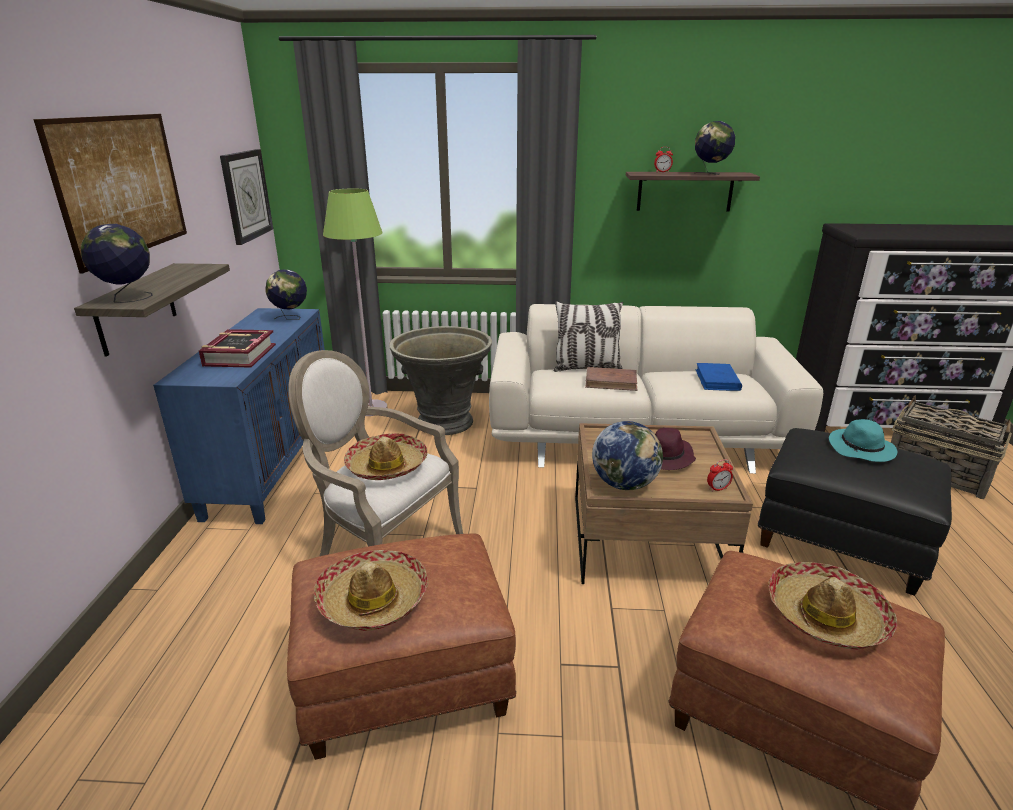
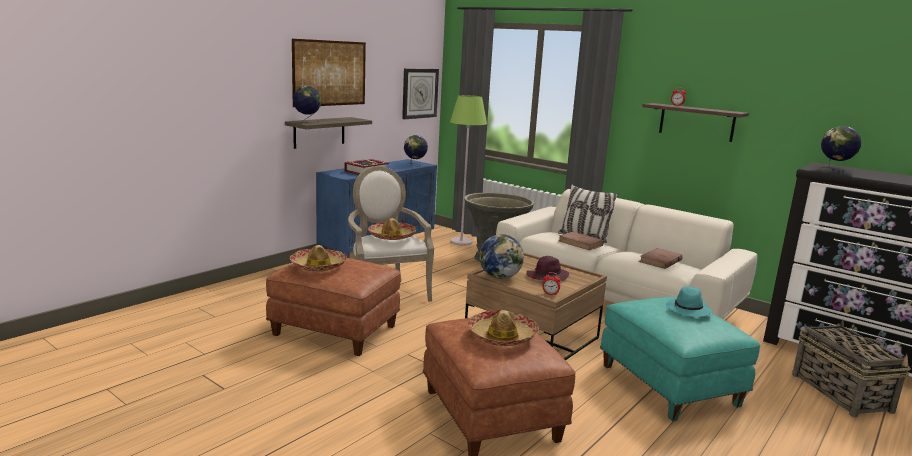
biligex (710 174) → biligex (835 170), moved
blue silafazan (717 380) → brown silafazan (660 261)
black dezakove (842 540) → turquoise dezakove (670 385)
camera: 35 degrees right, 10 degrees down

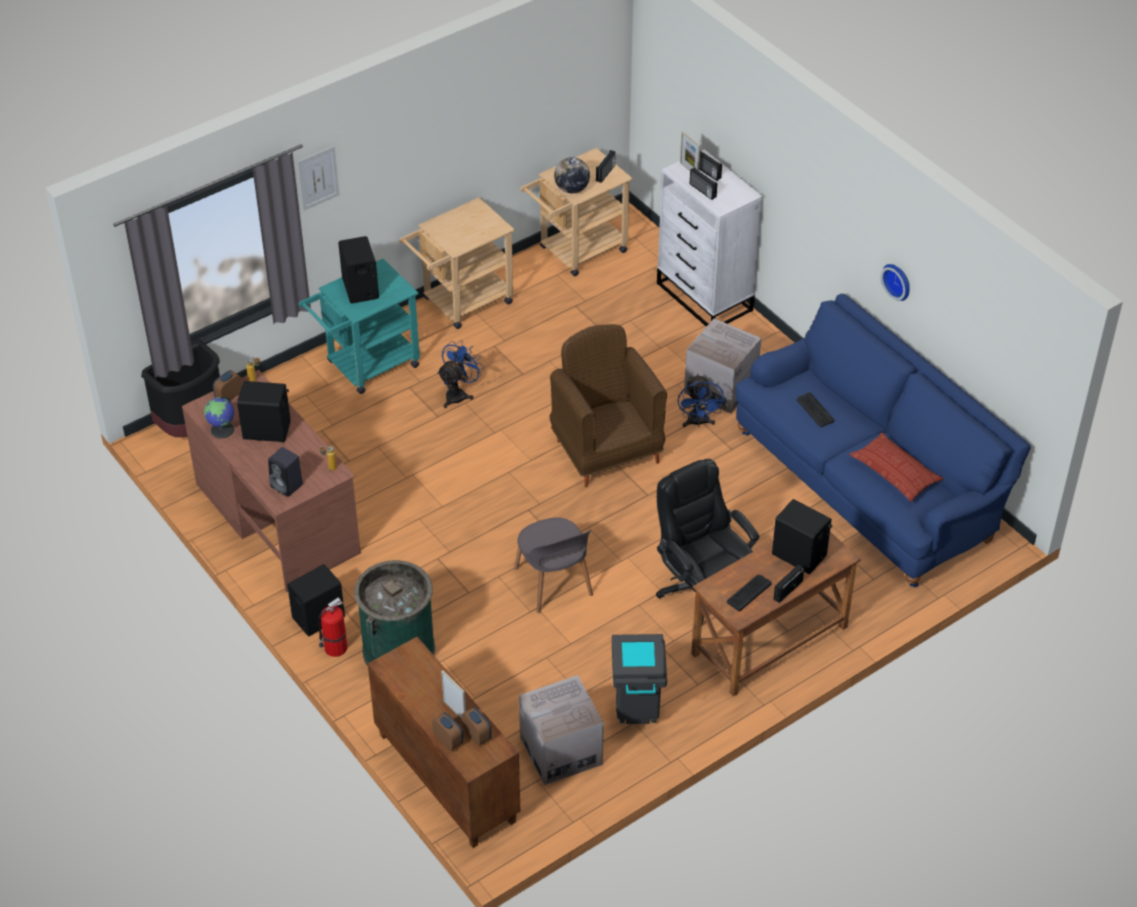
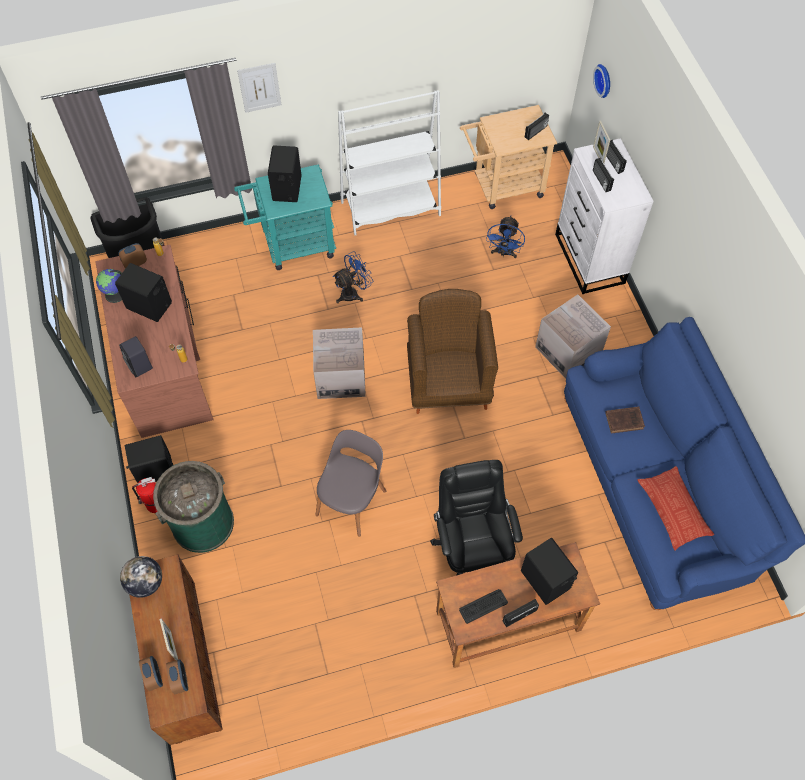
biligex (572 189) → biligex (145 583), moved
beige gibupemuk (461 303) → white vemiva (391 209)
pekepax (898 280) → pekepax (604 80), moved
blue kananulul (698 423) → blue kananulul (504 253), moved
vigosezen (814 410) → brown silafazan (625 420)
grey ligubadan (553 583) → grey ligubadan (352 500), 150 degrees counterclockwise
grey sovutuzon (637 717) → -
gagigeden (561 751) → gagigeden (341 376), moved
camera: 20 degrees right, 15 degrees up

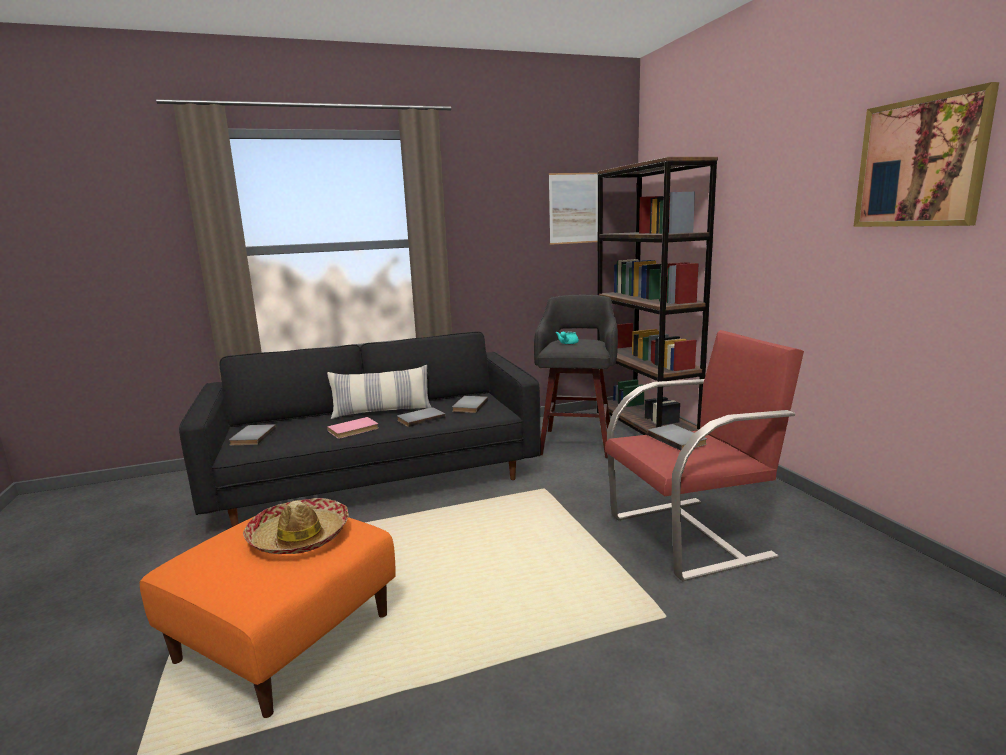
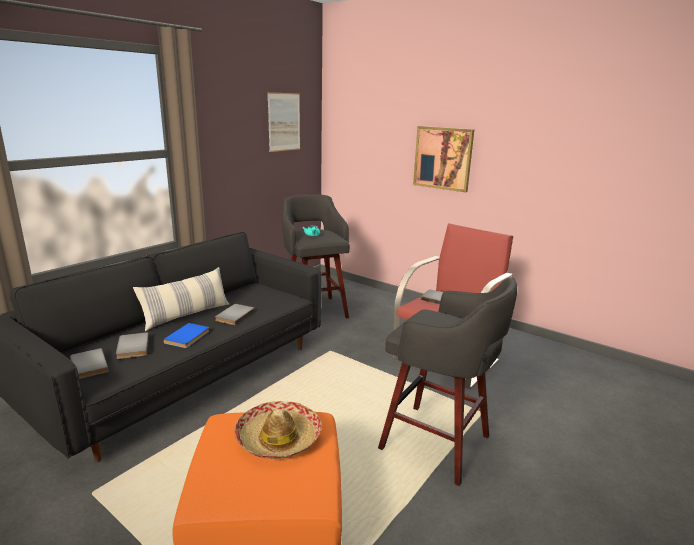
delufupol (920 163) → delufupol (443 158), moved
brown vemiva (645 427) → -
grey silafazan (469 406) → grey silafazan (131 347), moved
pink silafazan (354 430) → blue silafazan (188 337)
- → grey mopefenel (438 444)
camera: 35 degrees left, 5 degrees up

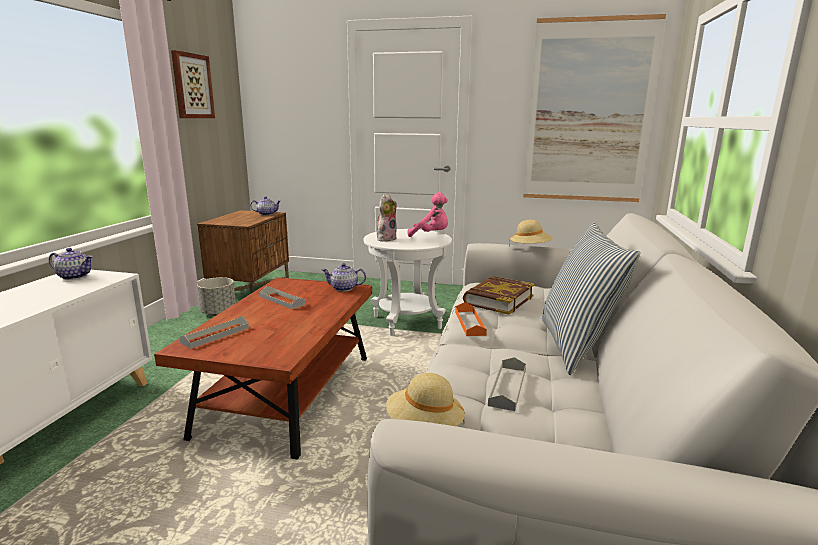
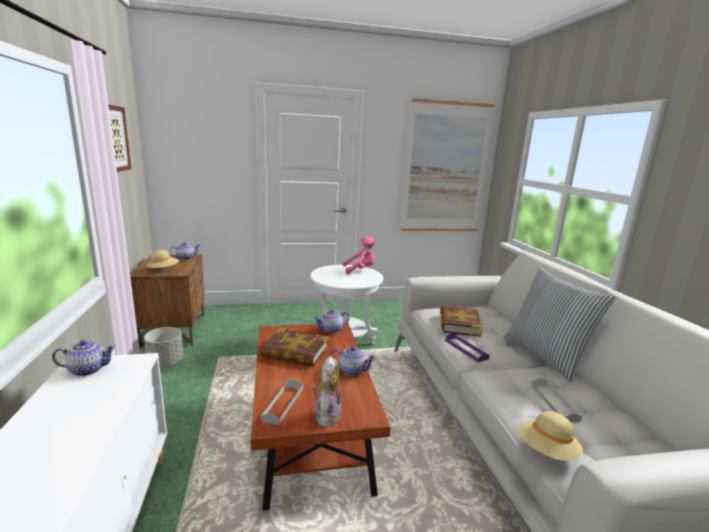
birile (386 239) → birile (326 415), moved
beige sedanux (530 248) → beige sedanux (163 270), moved
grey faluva (282 300) → silafazan (295 352)
orange faluva (469 323) → purple faluva (466 349)
- → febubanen (351 370)
camera: 25 degrees left, 0 degrees up

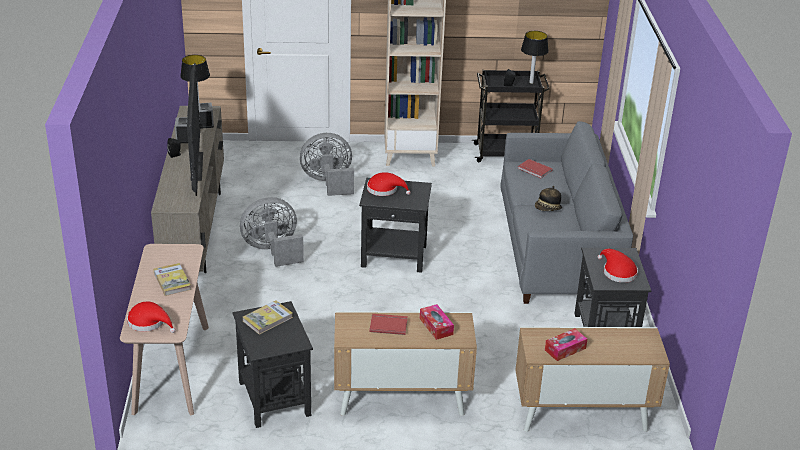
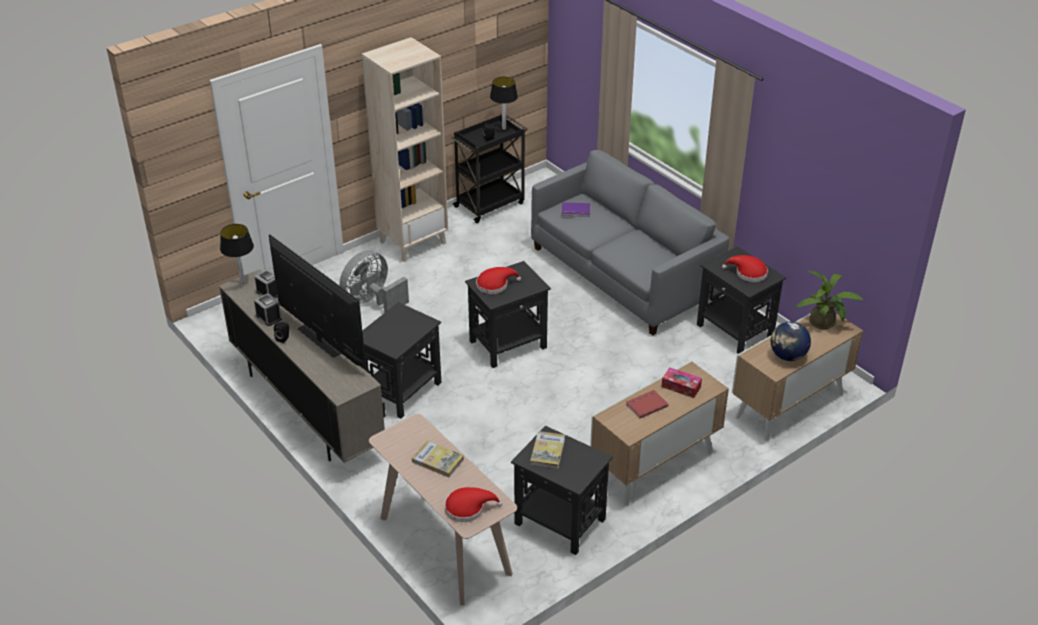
red silafazan (534 170) → purple silafazan (576 211)
sedanux (548 209) → -
grey kananulul (273 251) → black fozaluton (401 391)
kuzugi (565 349) → biligex (788 356)
- → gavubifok (825 324)
camera: 35 degrees left, 5 degrees up

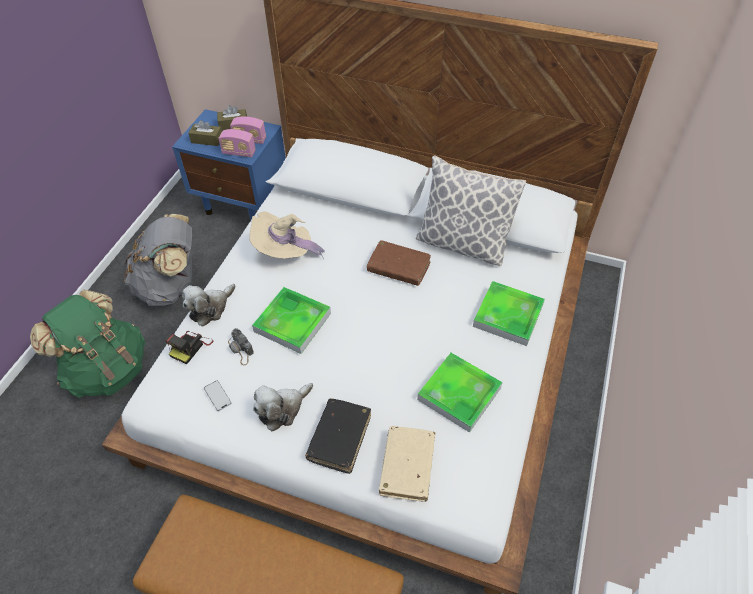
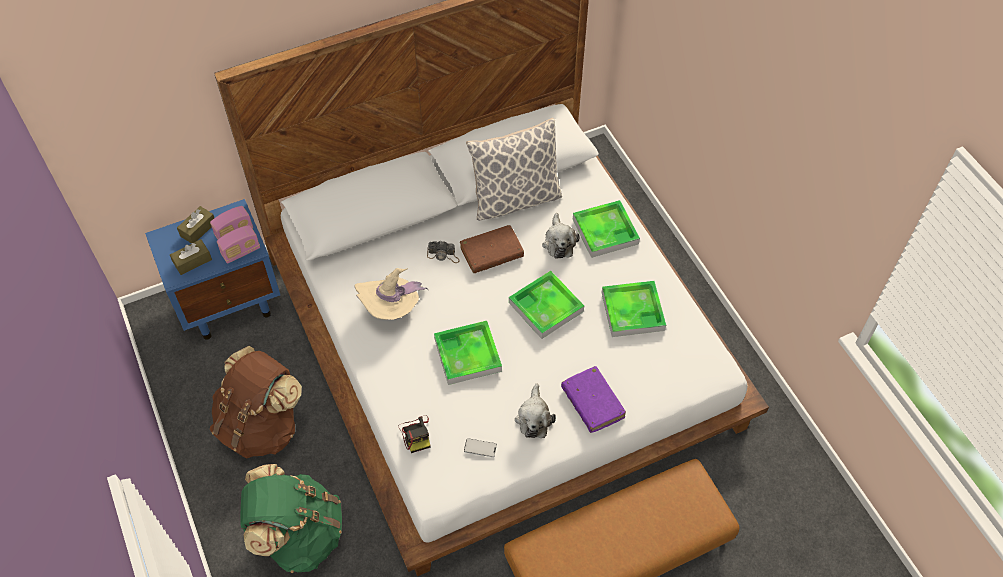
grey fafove (171 286) → brown fafove (261 426)
birile (210 308) → birile (559 242), moved
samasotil (240 350) → samasotil (443 255), moved
black silafazan (339 438) → purple silafazan (592 403)
beige silafazan (407 466) → -
- → faluva (546 307)
camera: 45 degrees left, 5 degrees up

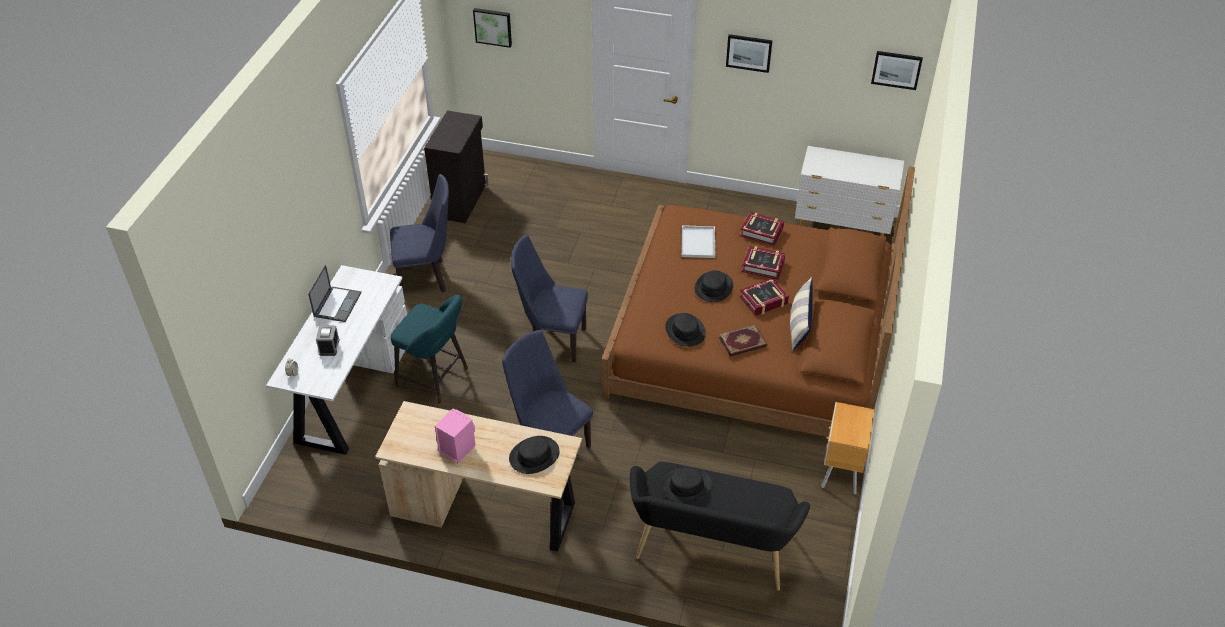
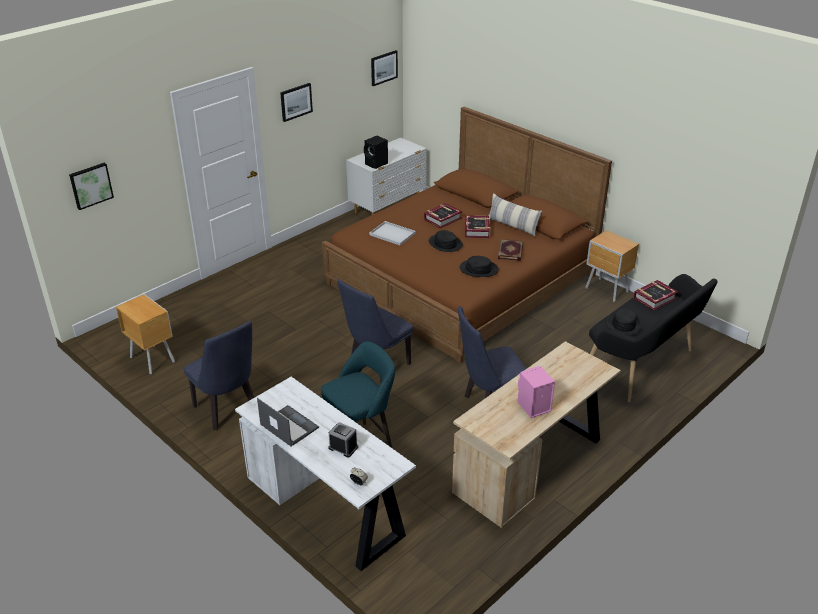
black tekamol (461 201) → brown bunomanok (152 359)
blue ligubadan (427 277) → blue ligubadan (228 411), 120 degrees clockwise
silafazan (761 232) → silafazan (654 298), moved
black sedanux (534 455) → -
- → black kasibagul (376 164)
camera: 60 degrees left, 10 degrees down

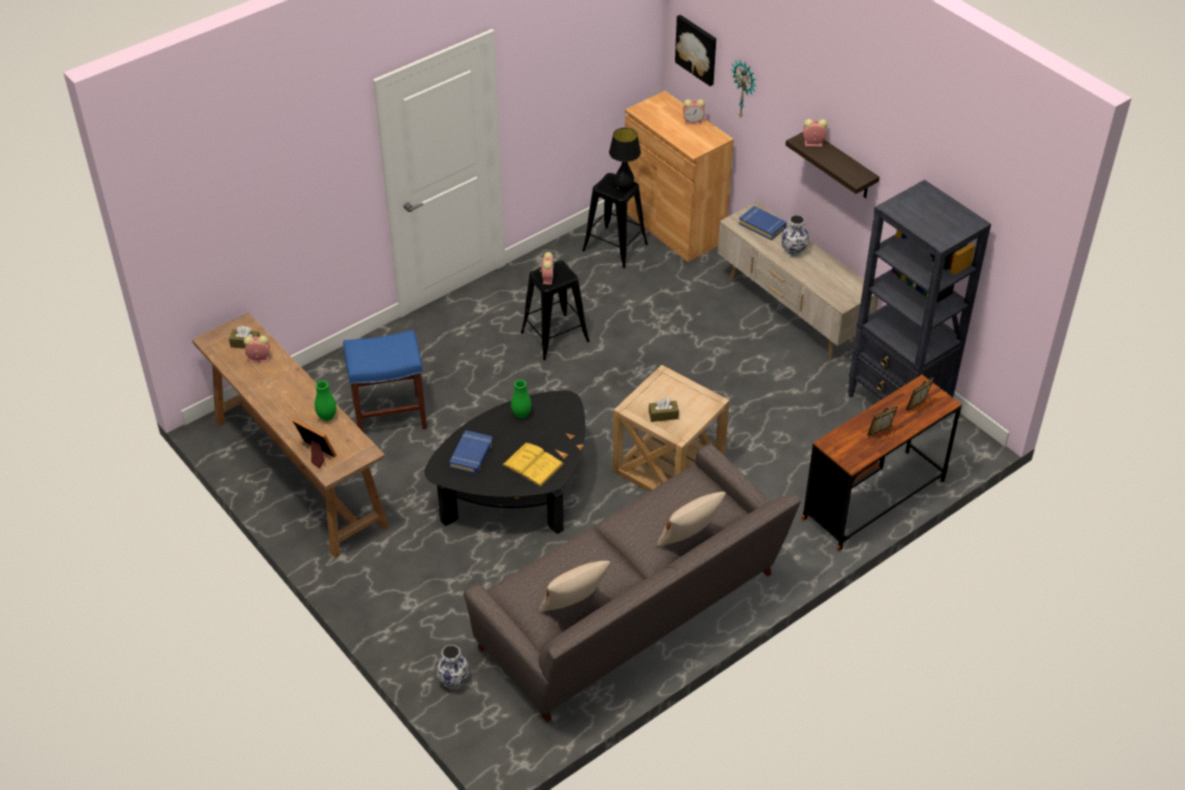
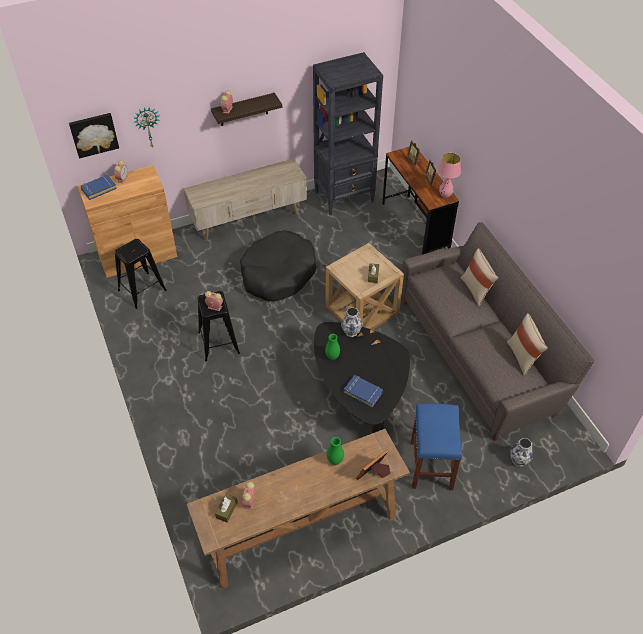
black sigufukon (624 188) → -
blue silafazan (762 225) → blue silafazan (99 189), moved
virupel (793 251) → virupel (351 332), moved
blue mopefenel (388 416) → blue mopefenel (431 466), moved
yellow silafazan (532 464) → -
- → pink sigufukon (445 196)
- → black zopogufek (278 274)
camera: 75 degrees left, 5 degrees up

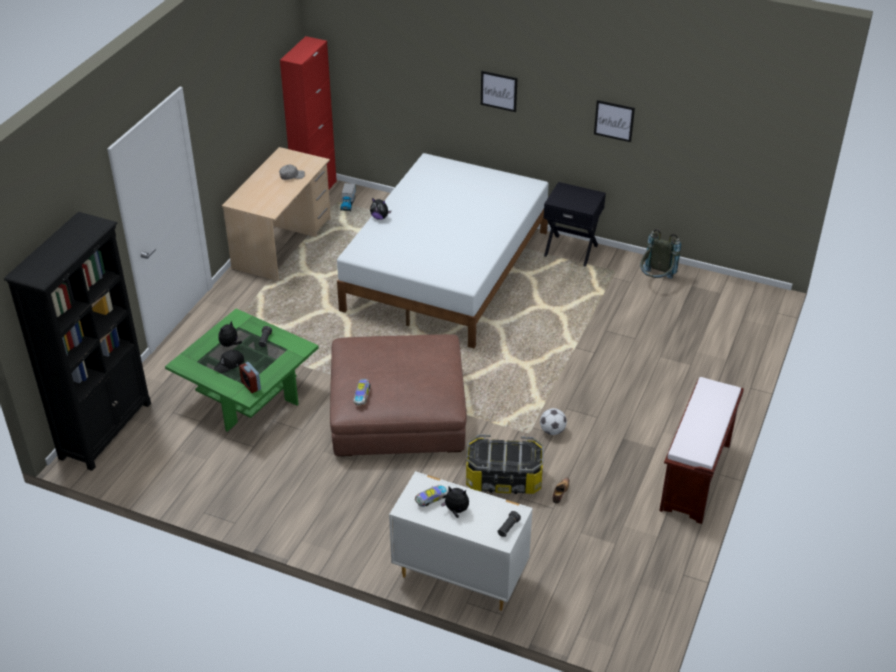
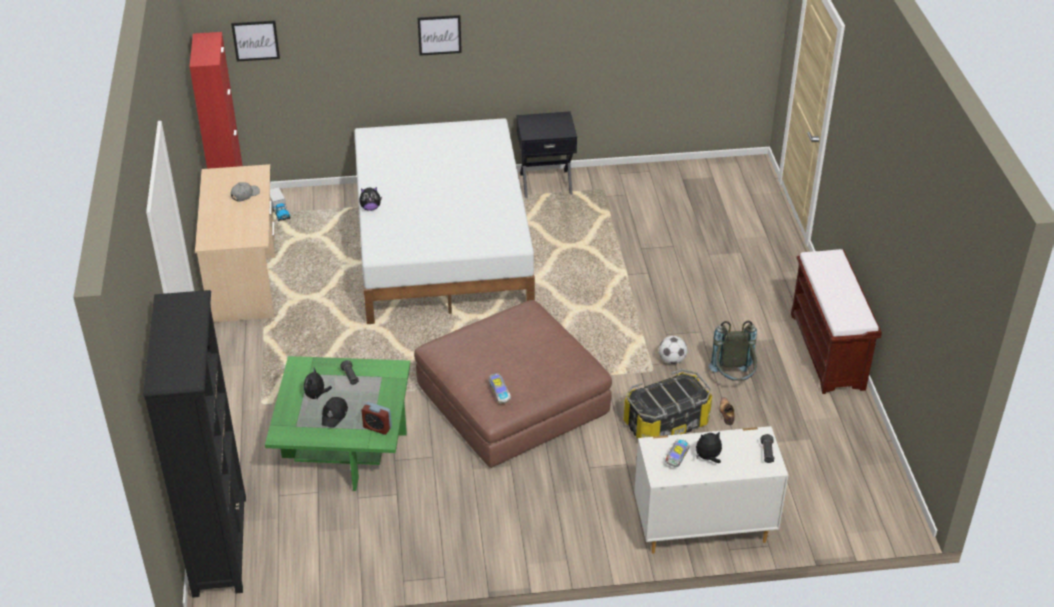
delufupol (614 120) → delufupol (255 40), moved
grey fafove (655 280) → grey fafove (733 380), moved
camera: 30 degrees left, 0 degrees up

